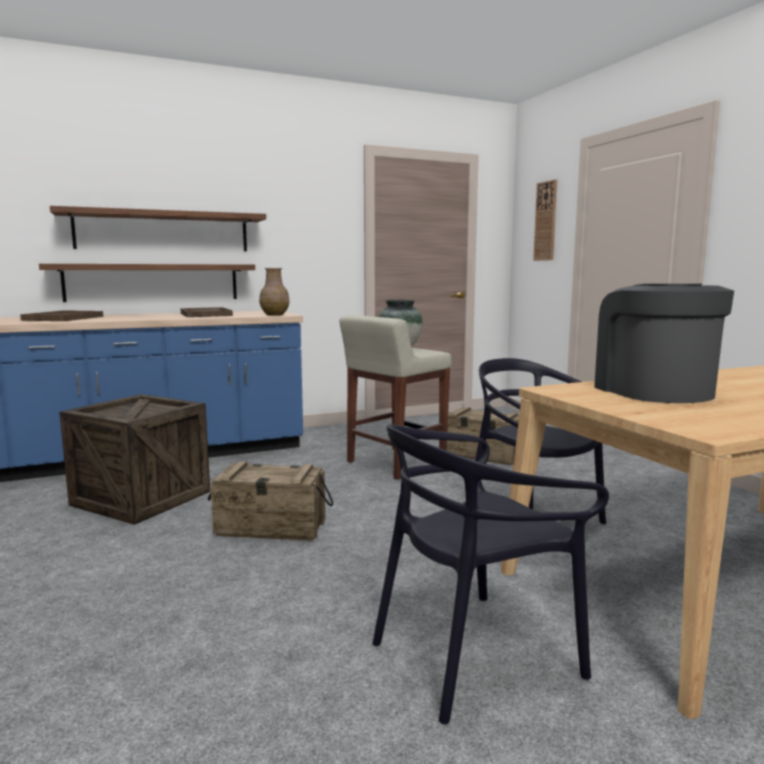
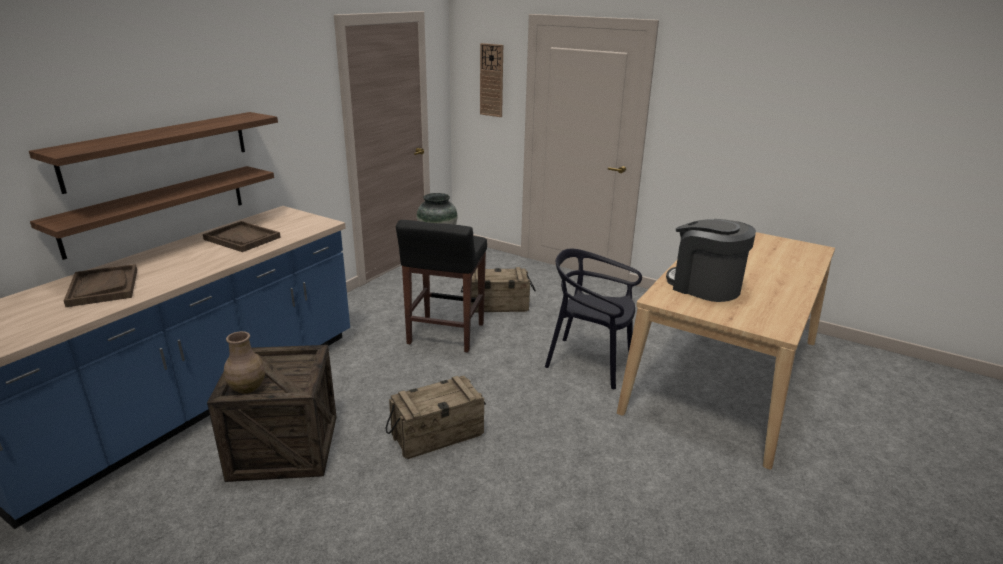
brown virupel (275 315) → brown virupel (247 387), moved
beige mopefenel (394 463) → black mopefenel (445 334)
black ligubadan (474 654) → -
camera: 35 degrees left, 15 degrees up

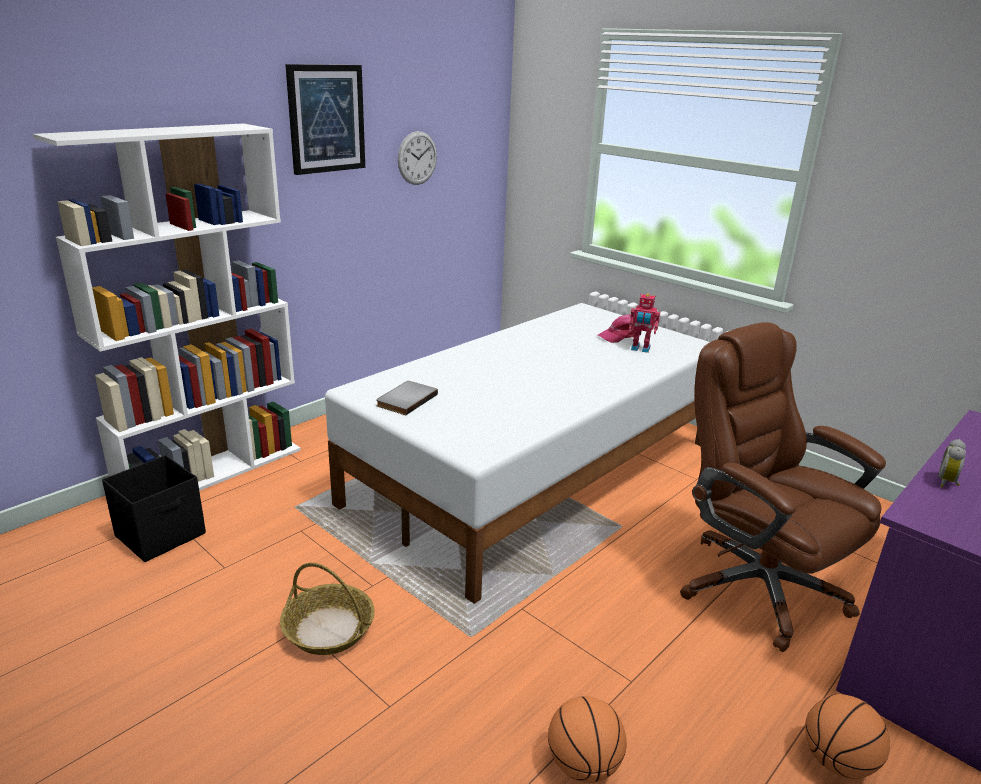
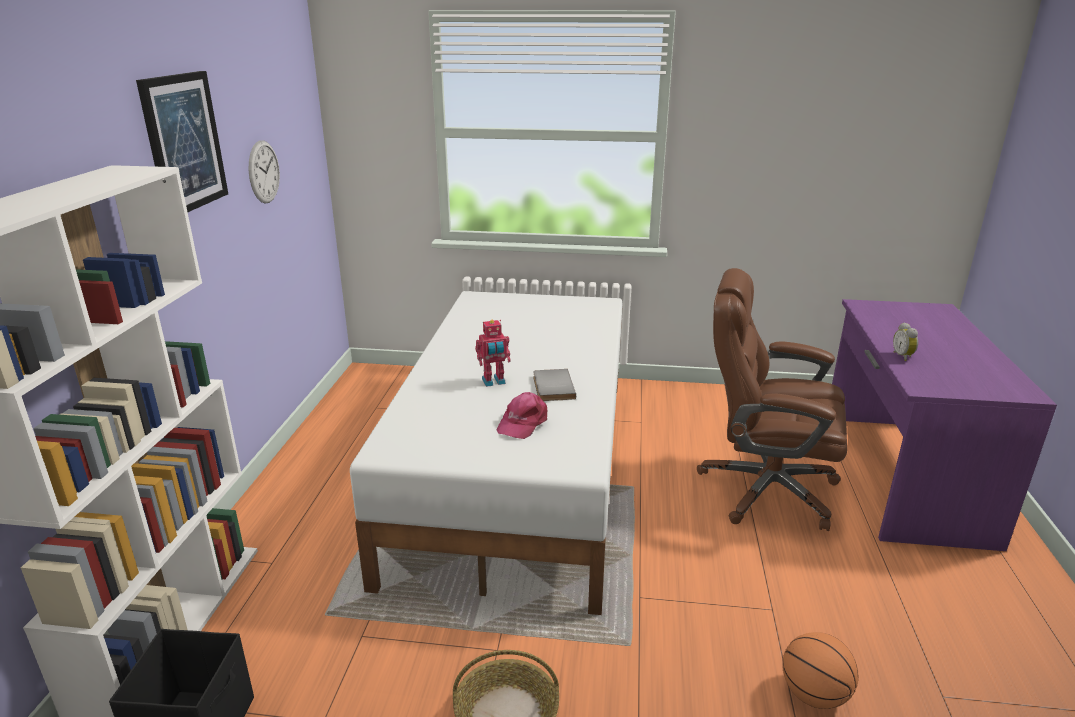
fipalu (640 349) → fipalu (494 382), moved
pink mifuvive (620 336) → pink mifuvive (522 423), moved
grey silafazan (405 399) → grey silafazan (551 387), moved
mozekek (837 761) → -
camera: 35 degrees left, 0 degrees up

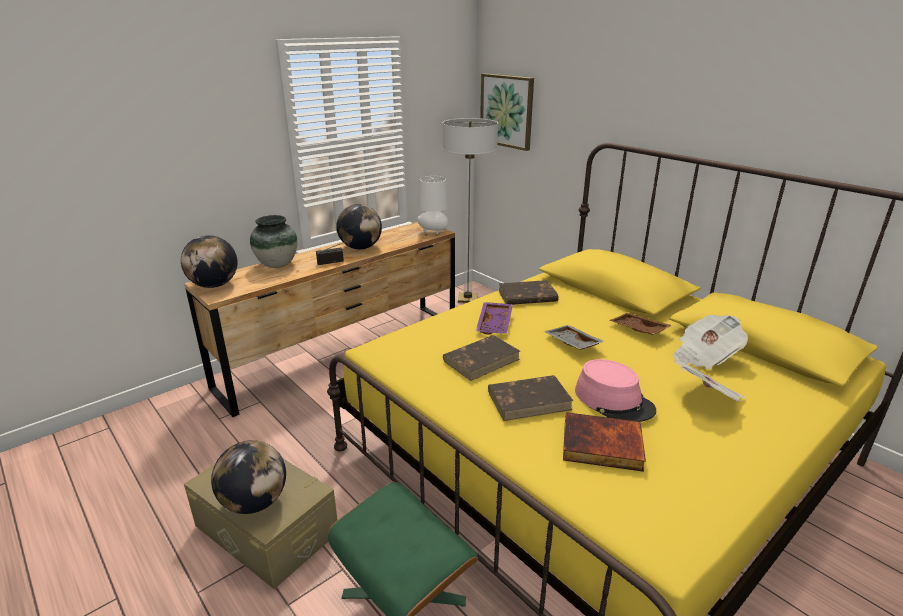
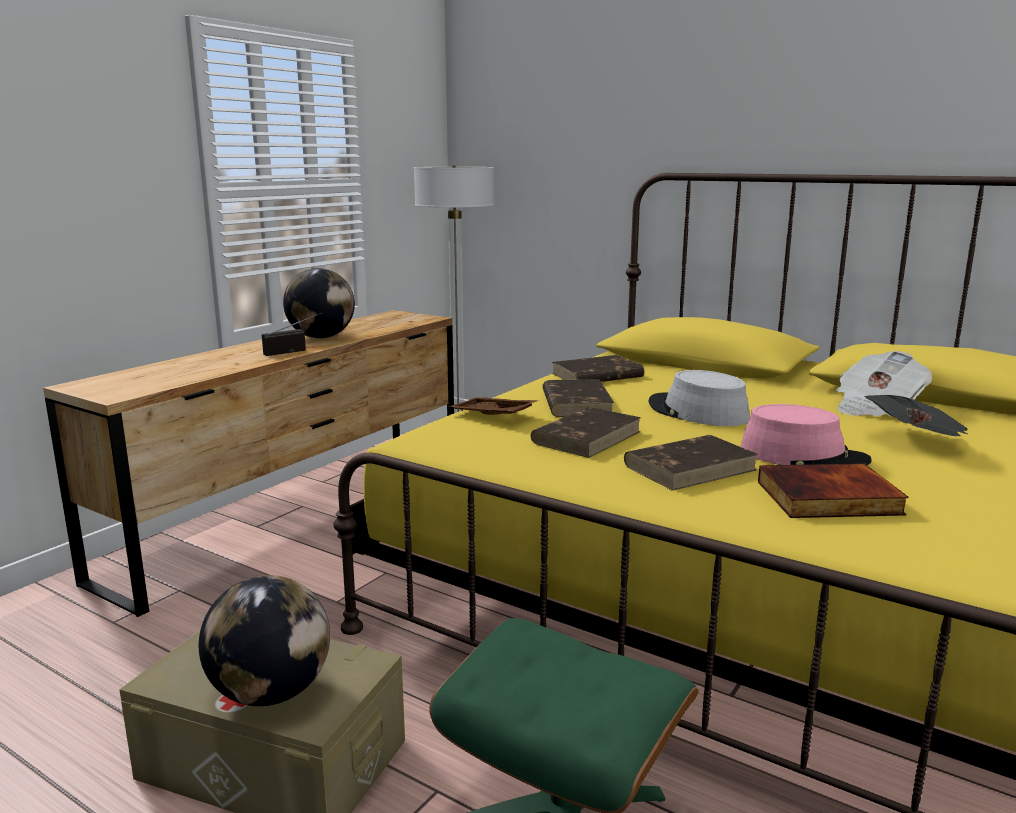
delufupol (507 111) → -
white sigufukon (433 232) → -
virupel (277 264) → -
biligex (214 285) → -
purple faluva (495 324) → brown silafazan (576 403)
brown faluva (638 330) → brown faluva (491 416), moved
grey faluva (571 344) → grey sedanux (697 412)
camera: 15 degrees left, 10 degrees down

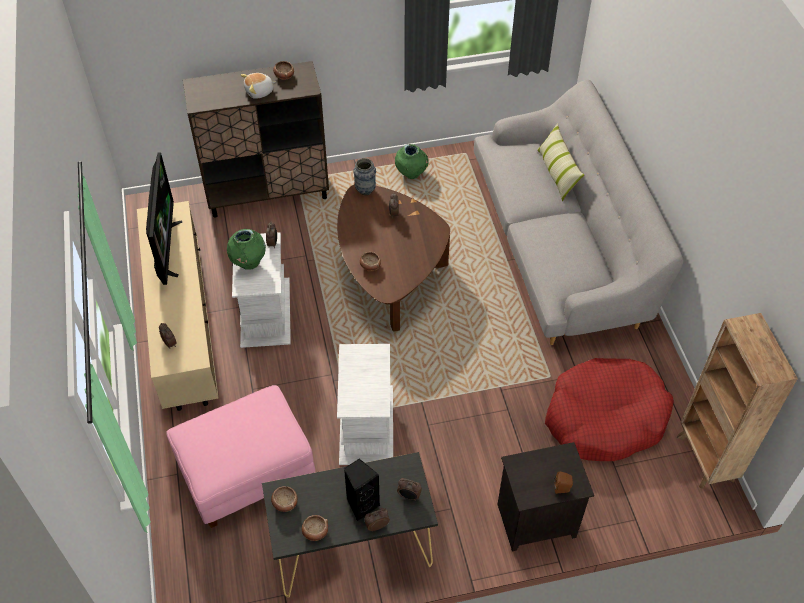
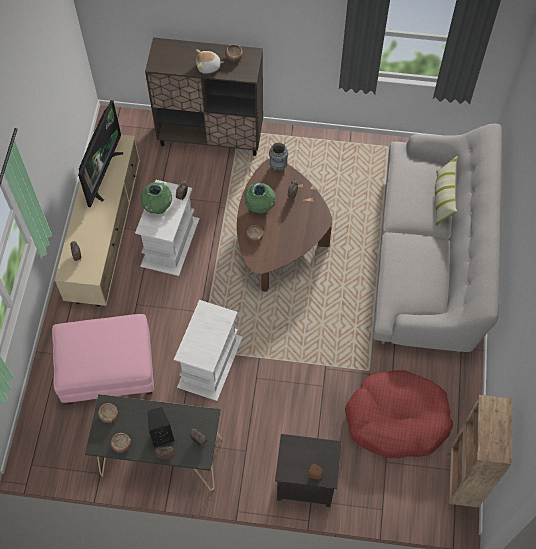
green virupel (411 174) → green virupel (260 207), moved
camera: 20 degrees right, 10 degrees up

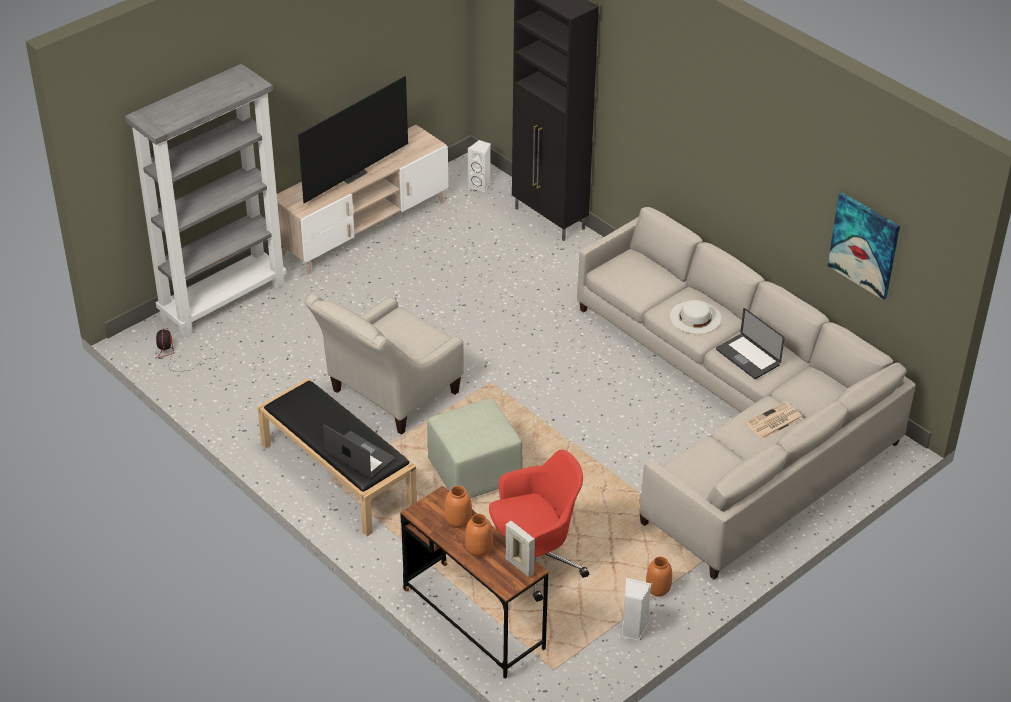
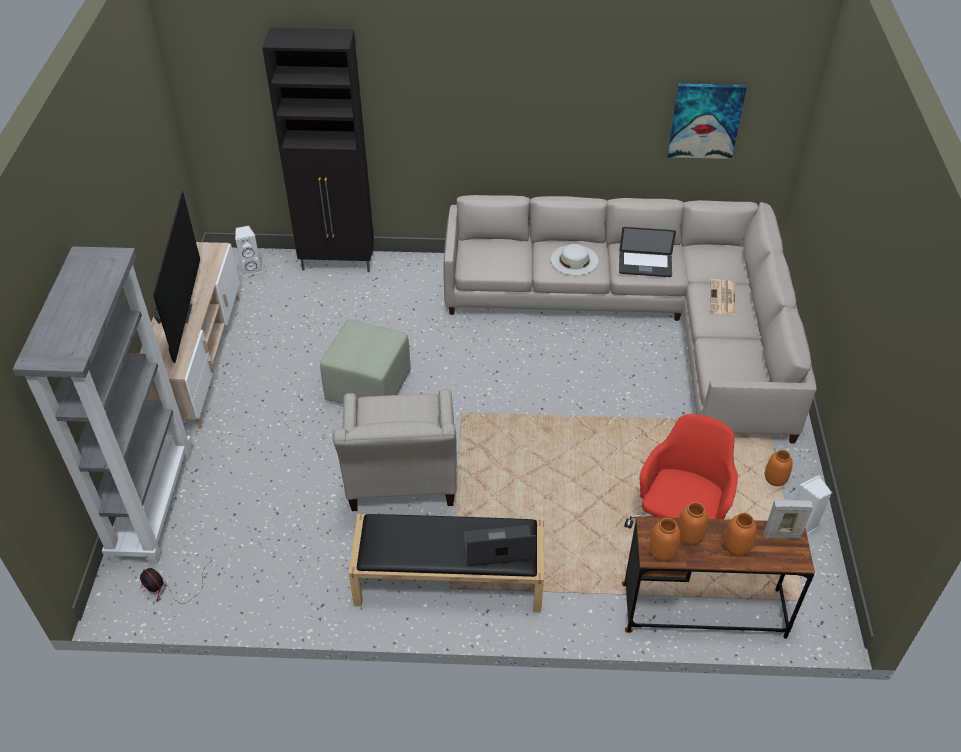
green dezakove (474 473) → green dezakove (368 388), moved
- → orange virupel (662 551)
camera: 45 degrees left, 5 degrees up

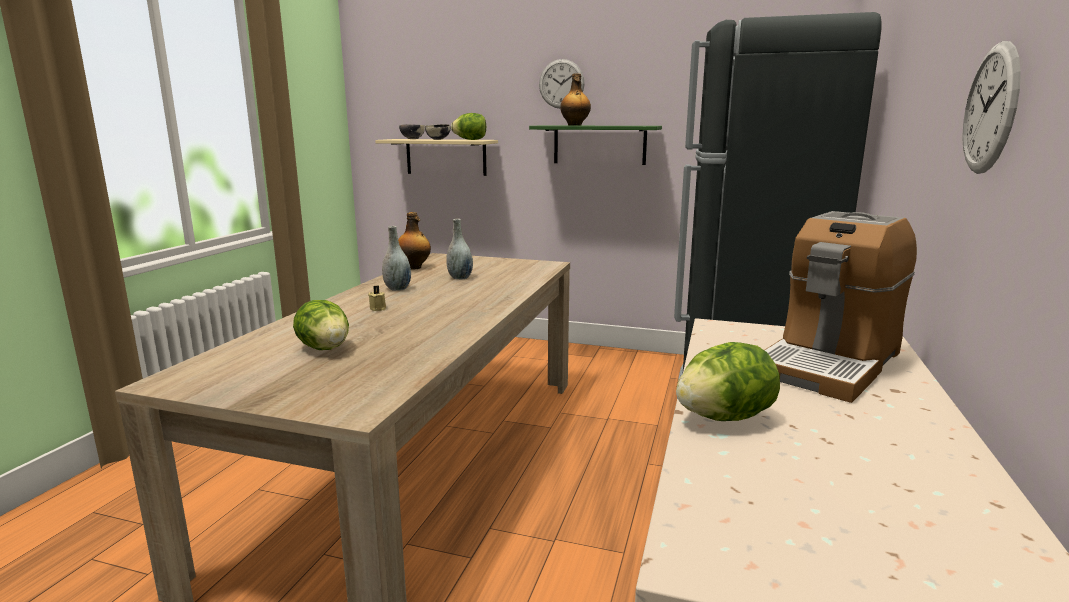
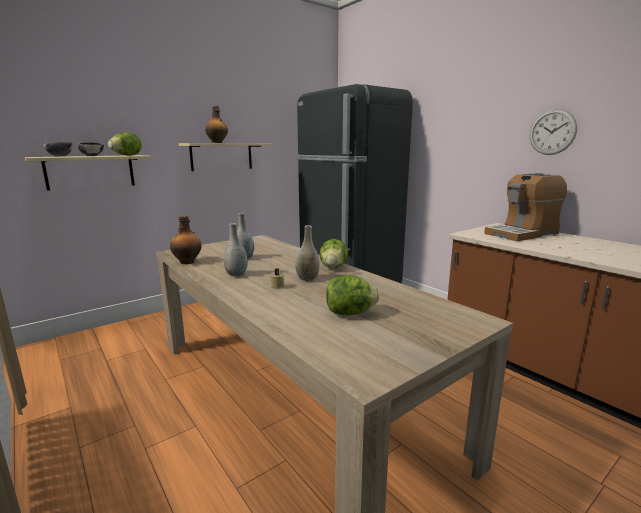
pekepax (561 84) → -
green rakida (599 144) → beige rakida (221 156)
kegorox (829 363) → kegorox (522 233), 75 degrees clockwise
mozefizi (724 417) → mozefizi (333 267), moved
- → grey virupel (307 278)
camera: 55 degrees left, 0 degrees up

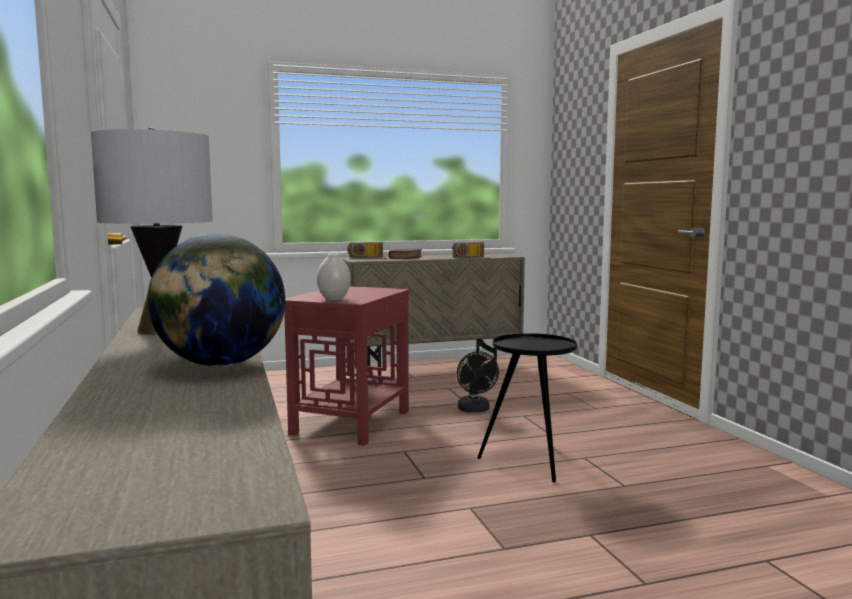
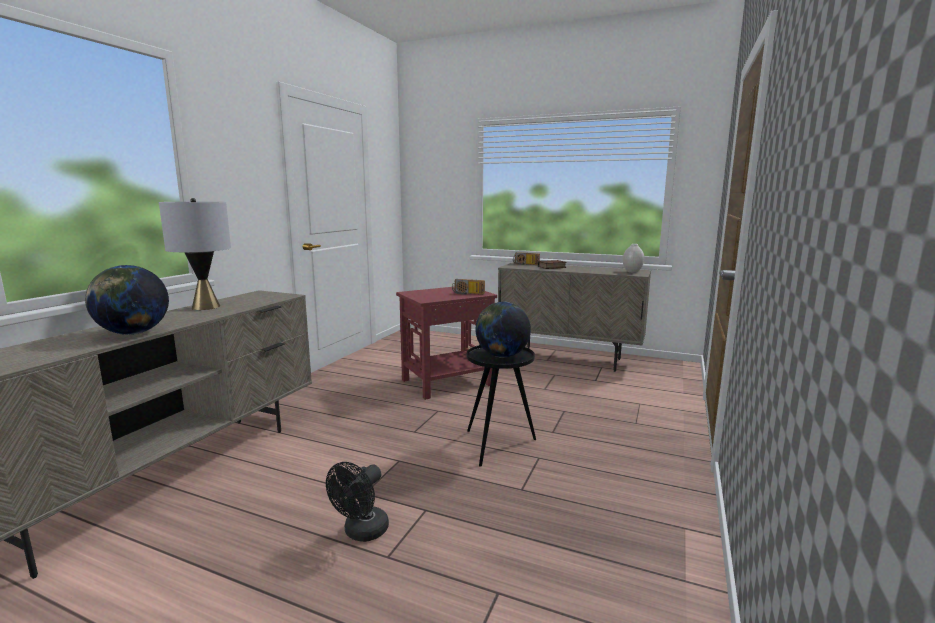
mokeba (468 257) → mokeba (467 293), moved
white virupel (334 299) → white virupel (632 272), moved
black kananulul (475 410) → black kananulul (361 533), moved
- → biligex (502 356)
camera: 40 degrees right, 5 degrees up

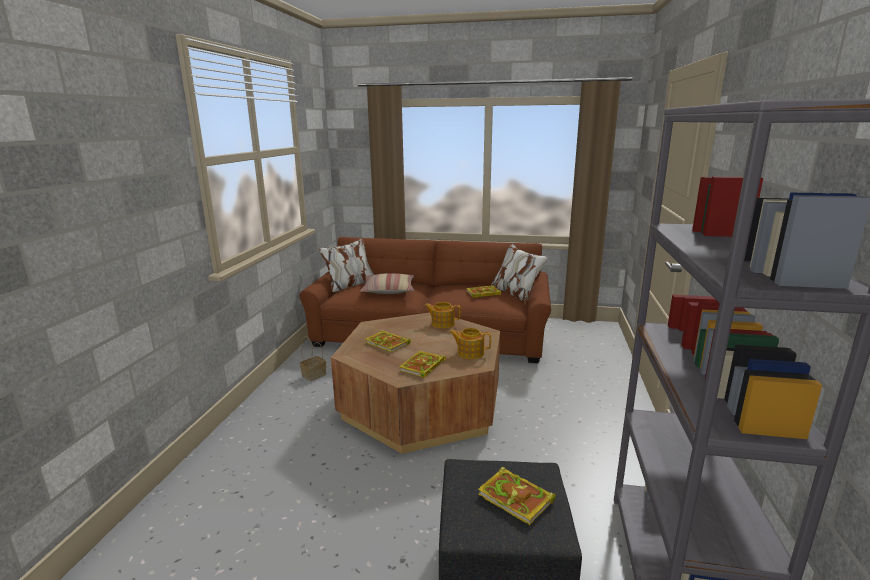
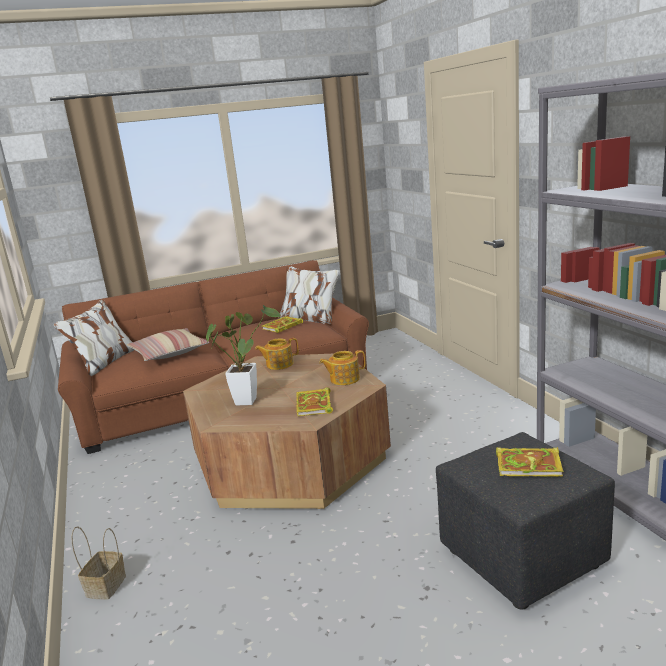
silafazan (388 343) → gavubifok (248 399)
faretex (314 375) → faretex (106 585), moved
camera: 30 degrees left, 0 degrees up

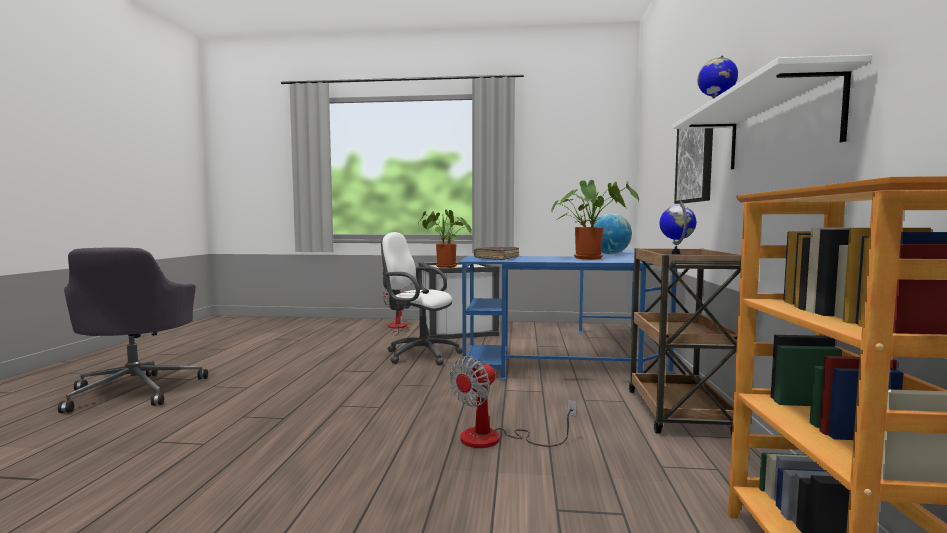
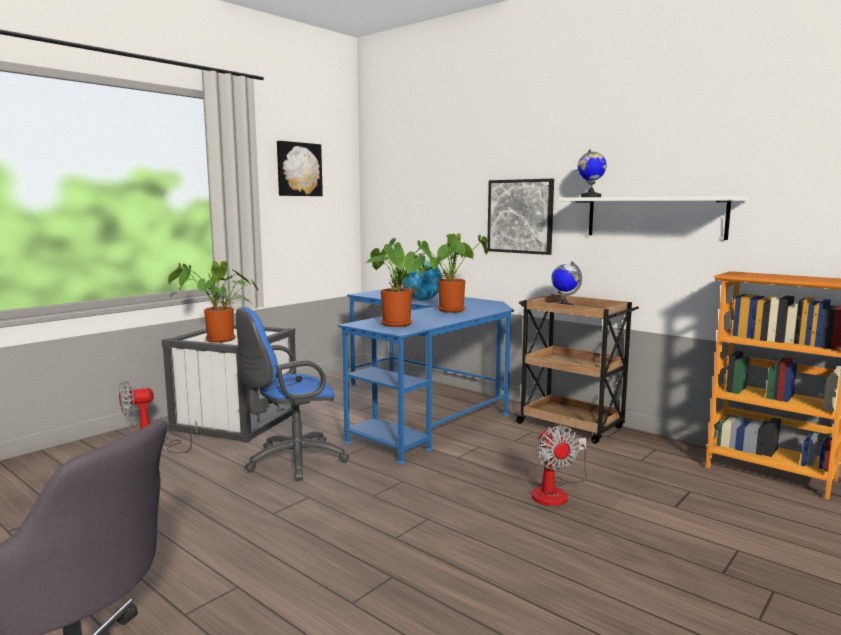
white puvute (418 355) → blue puvute (291 461)
brown silafazan (497 258) → gavubifok (399 325)
- → delufupol (298 169)
camera: 55 degrees left, 5 degrees up

